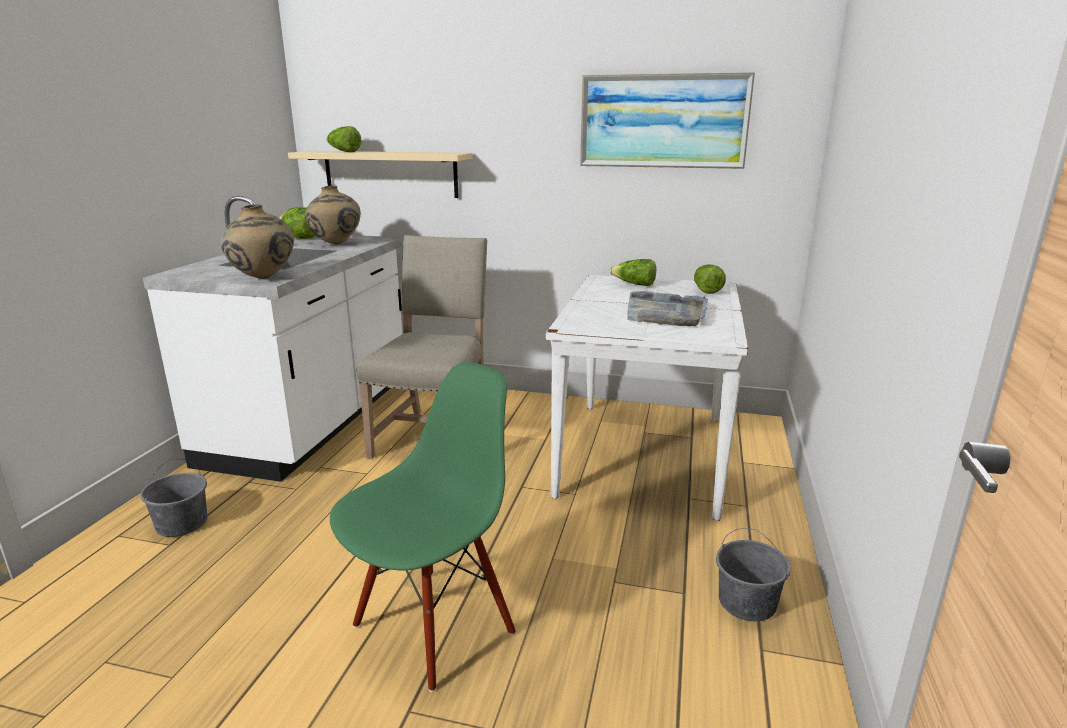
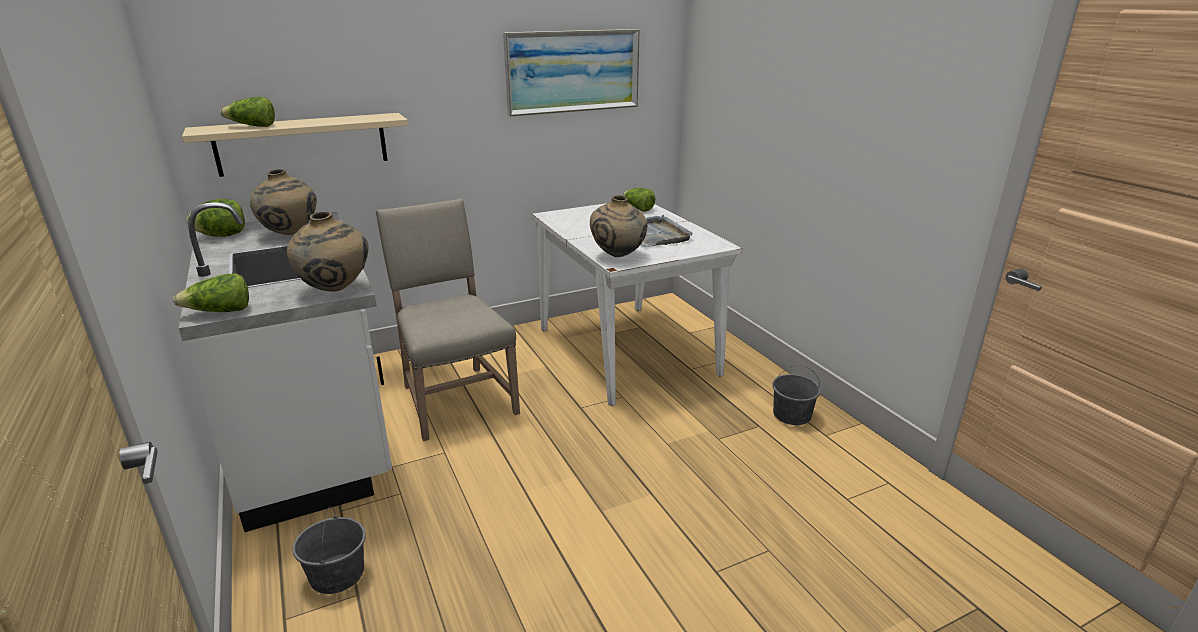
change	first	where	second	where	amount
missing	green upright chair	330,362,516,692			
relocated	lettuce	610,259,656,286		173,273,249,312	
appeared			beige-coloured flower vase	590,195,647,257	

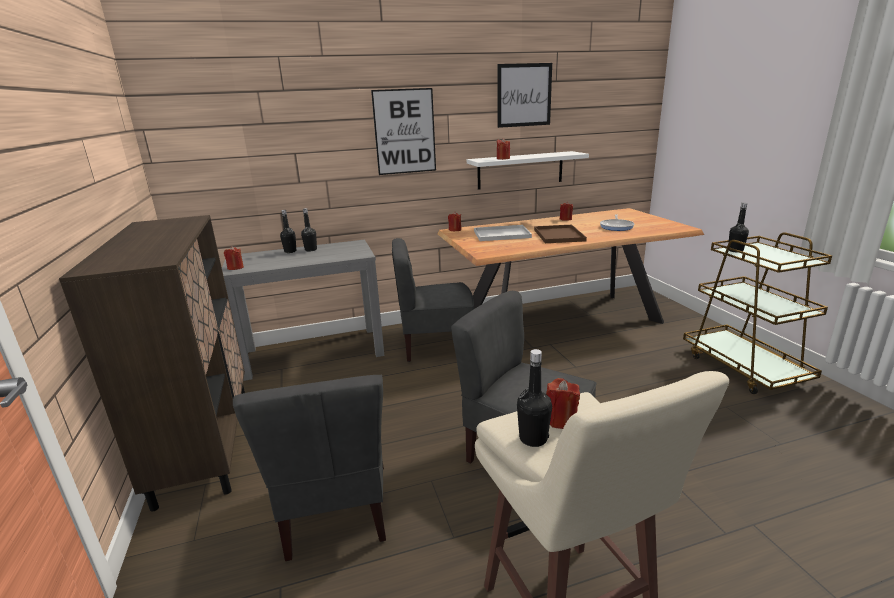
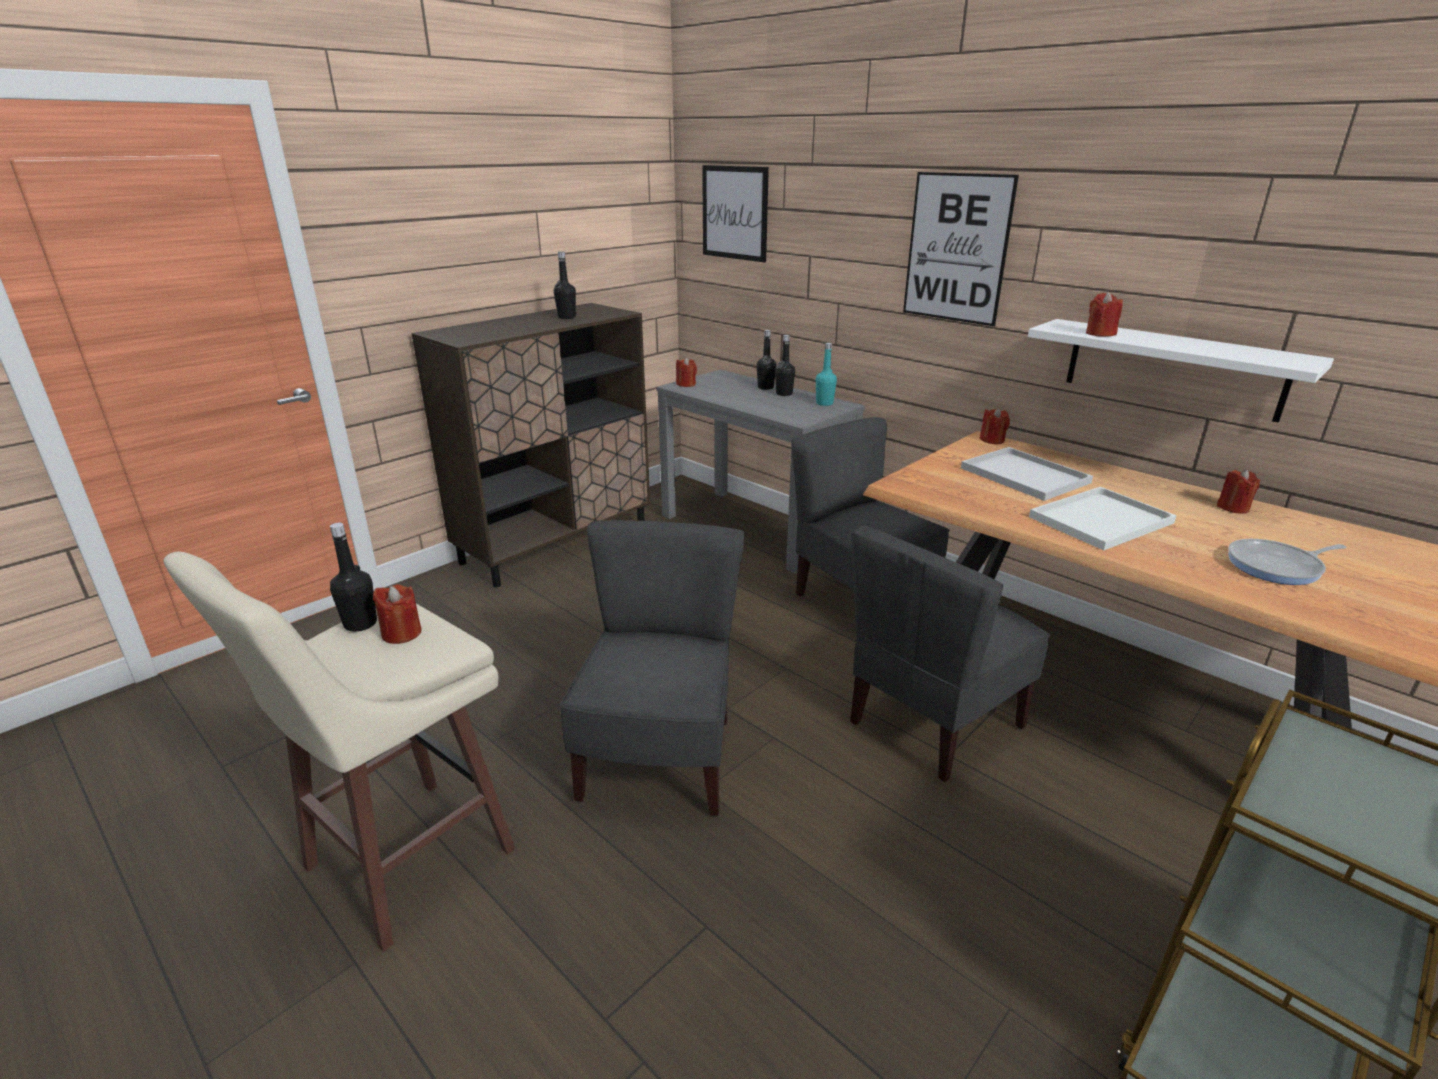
change	first	where	second	where	amount
relocated	gray upright chair	233,375,386,561		850,525,1050,782	
relocated	wall art	497,63,552,128		702,165,769,262	
colour	brownish serving tray	534,225,587,243	whitish serving tray	1029,487,1177,550	
relocated	blackish drink bottle	729,203,749,253		554,252,576,319	
appeared			turquoise drink bottle	816,342,837,406	

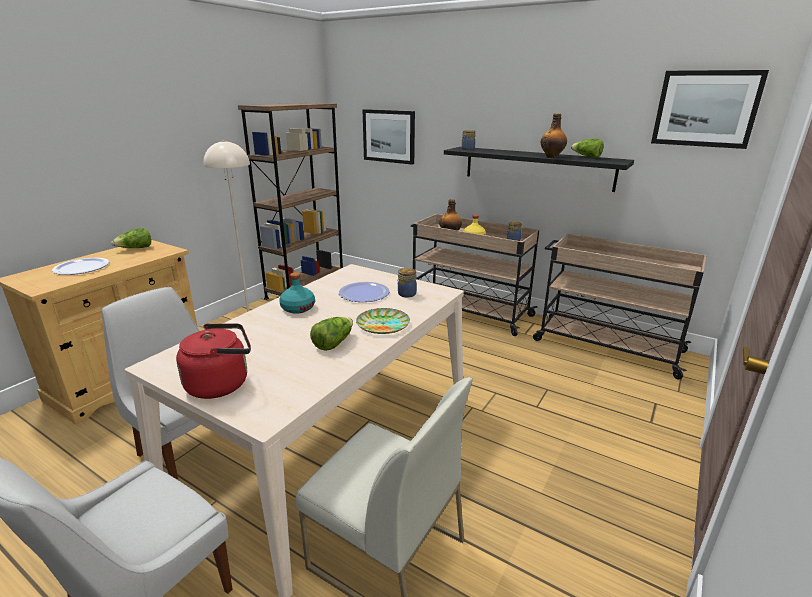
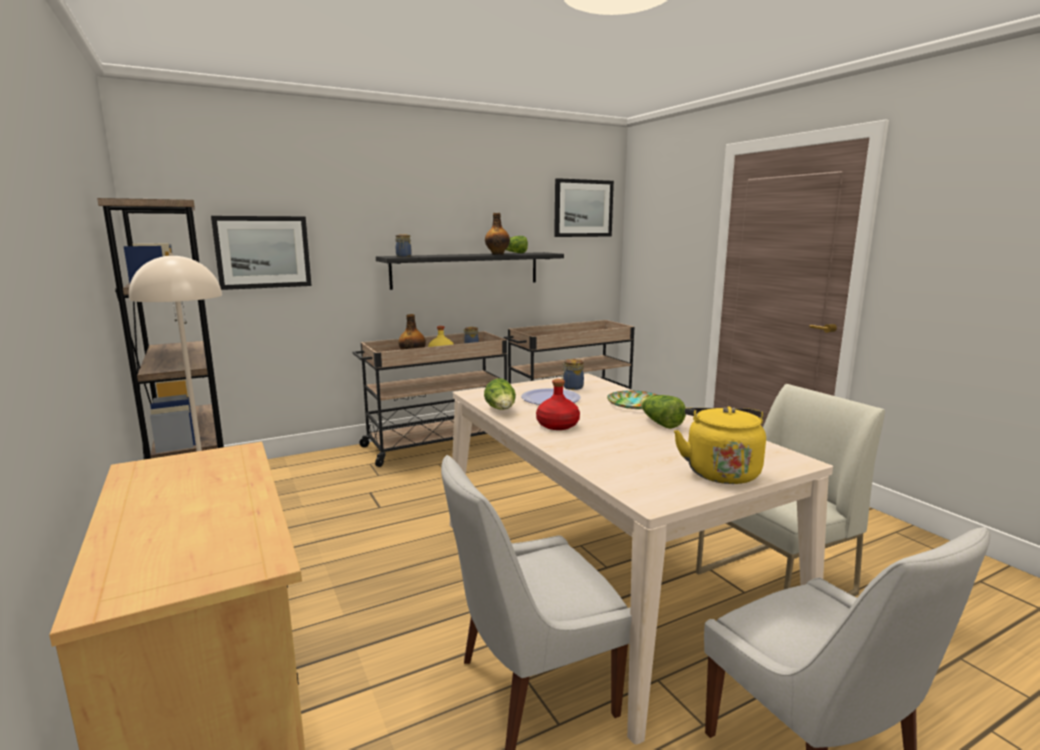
change	first	where	second	where	amount
missing	plate	52,258,109,275			
relocated	lettuce	111,228,151,248		484,379,516,410	
colour	red water kettle	176,323,251,399	yellowish water kettle	674,406,766,484	
colour	turquoise drink bottle	279,272,315,314	red drink bottle	536,379,580,430	

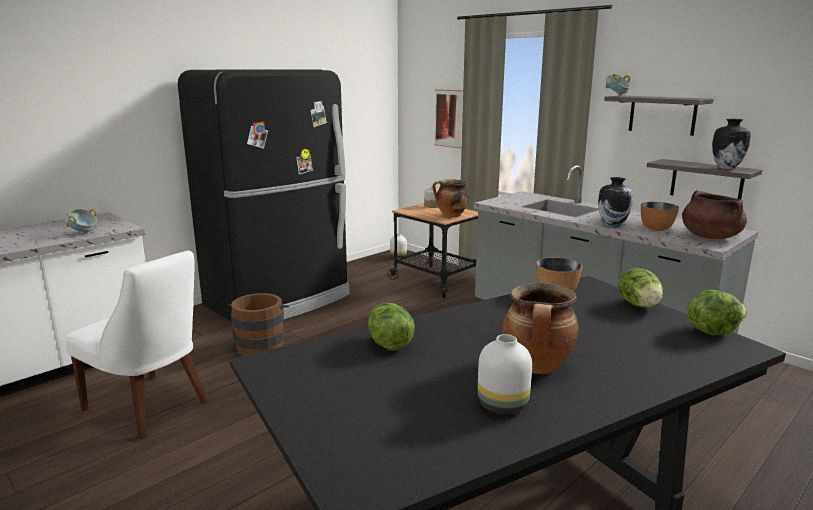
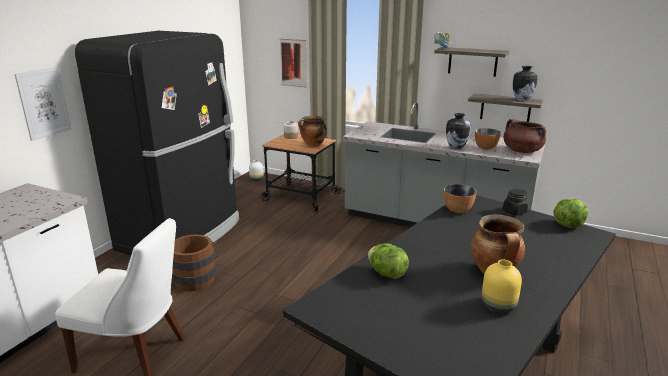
change	first	where	second	where	amount
missing	bowl	65,208,97,234			
colour	whitish flower vase	478,334,532,415	yellowish flower vase	482,260,522,313	
exchanged	lettuce	619,268,663,308	blackish preserve jar	503,189,528,215	
appeared			wall art	14,67,72,141	

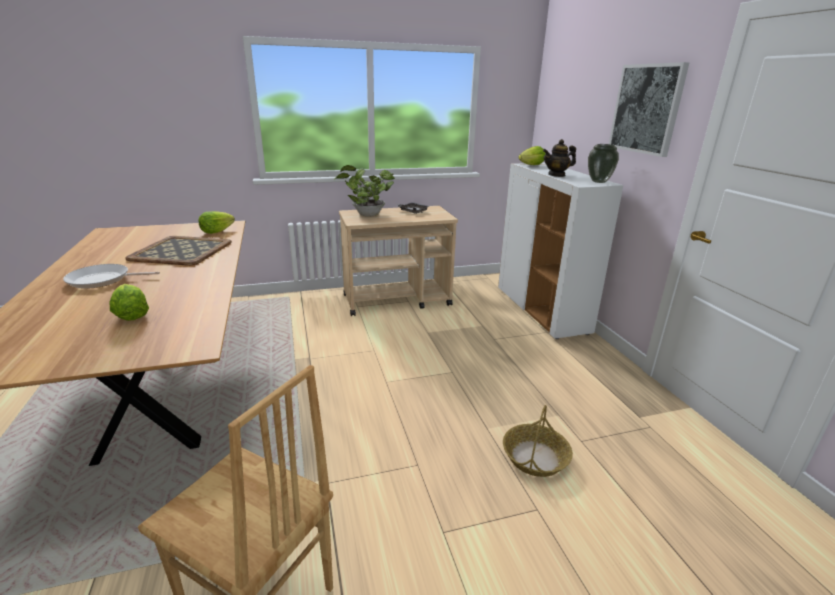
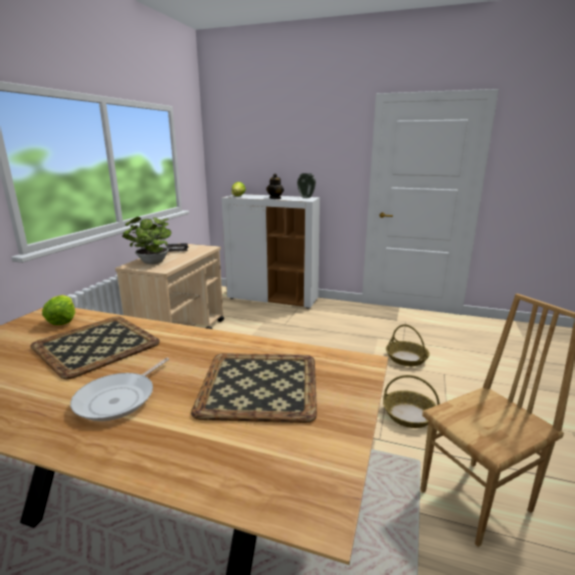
change	first	where	second	where	amount
exchanged	lettuce	110,284,149,321	serving tray	191,353,317,423	
missing	wall art	609,62,690,157			
appeared			basket	383,375,440,428	

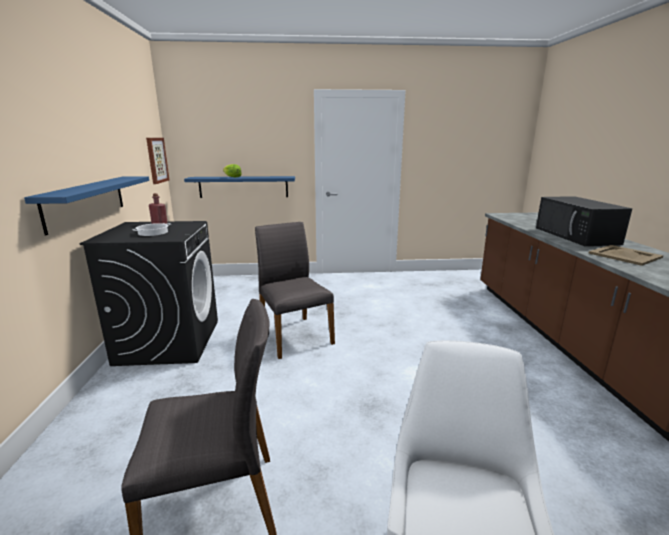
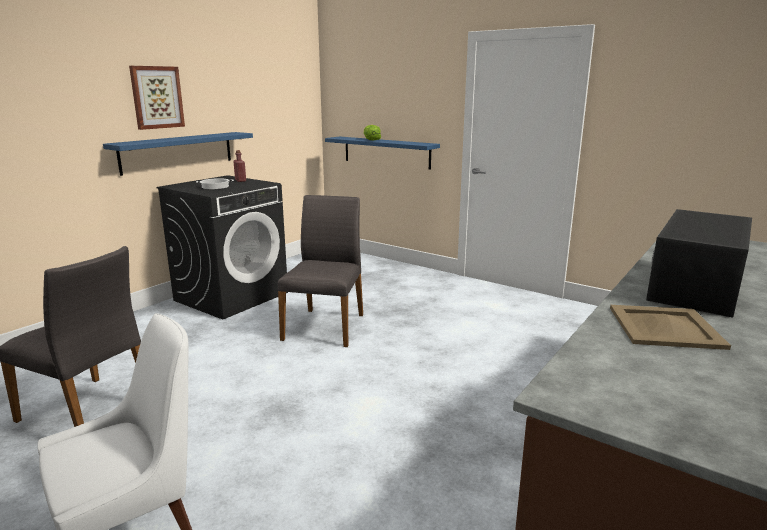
change	first	where	second	where	amount
relocated	wall art	146,138,169,184		129,66,185,130	

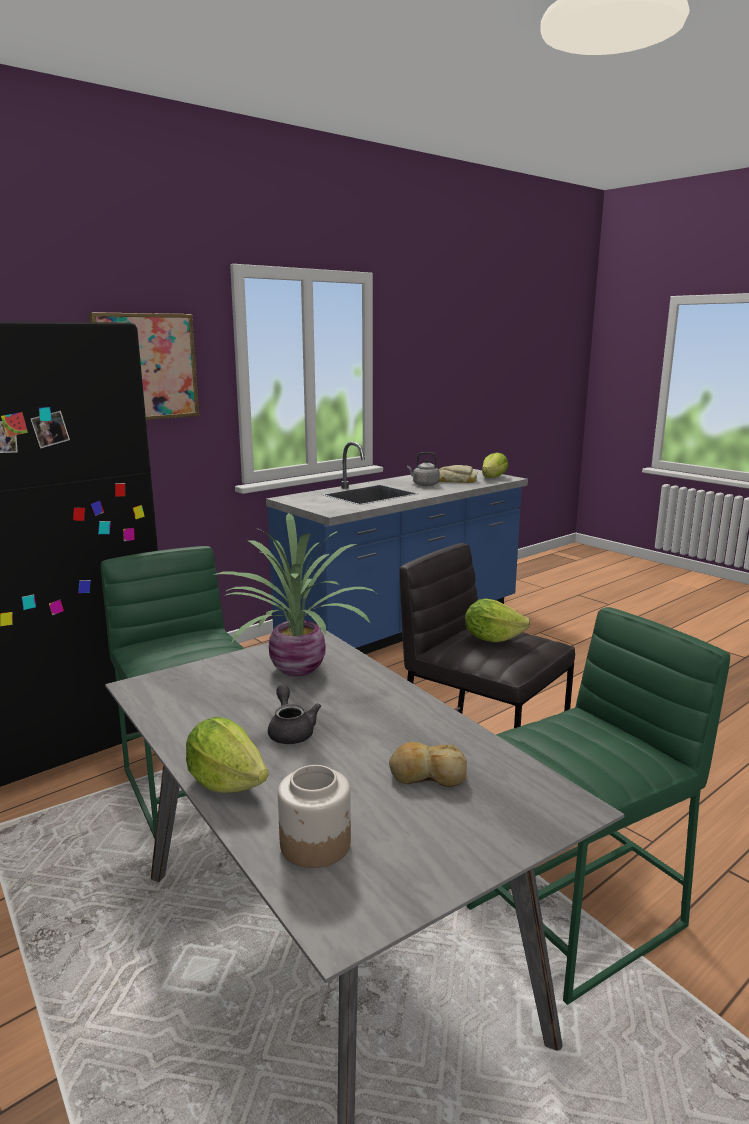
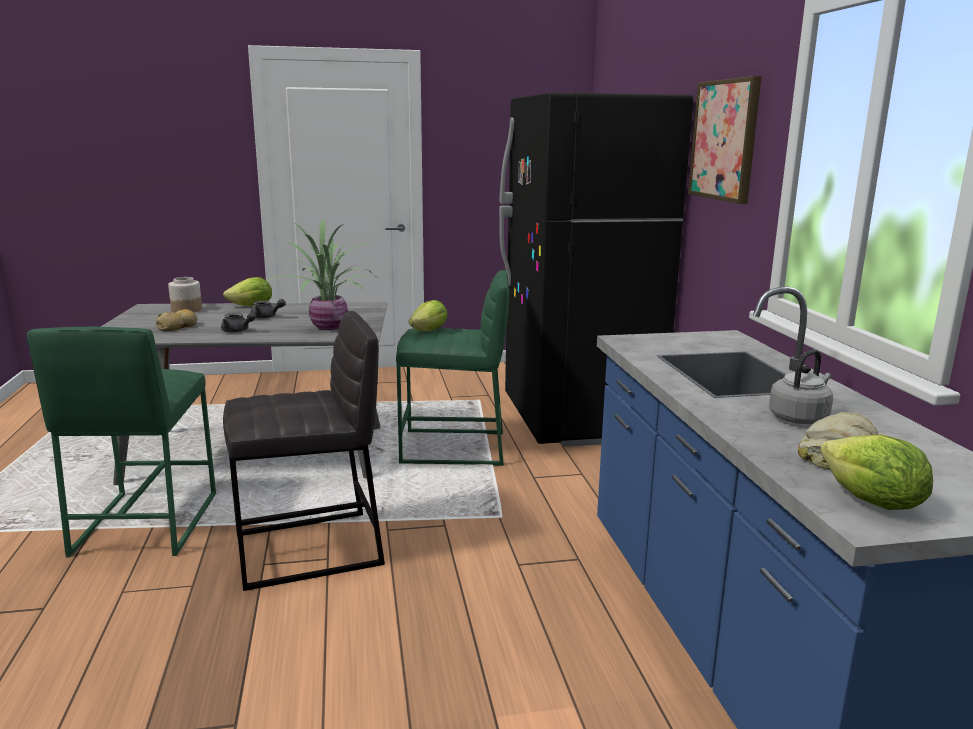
change	first	where	second	where	amount
relocated	lettuce	465,599,531,642		409,300,448,331	
appeared			gray teapot	221,312,256,333	

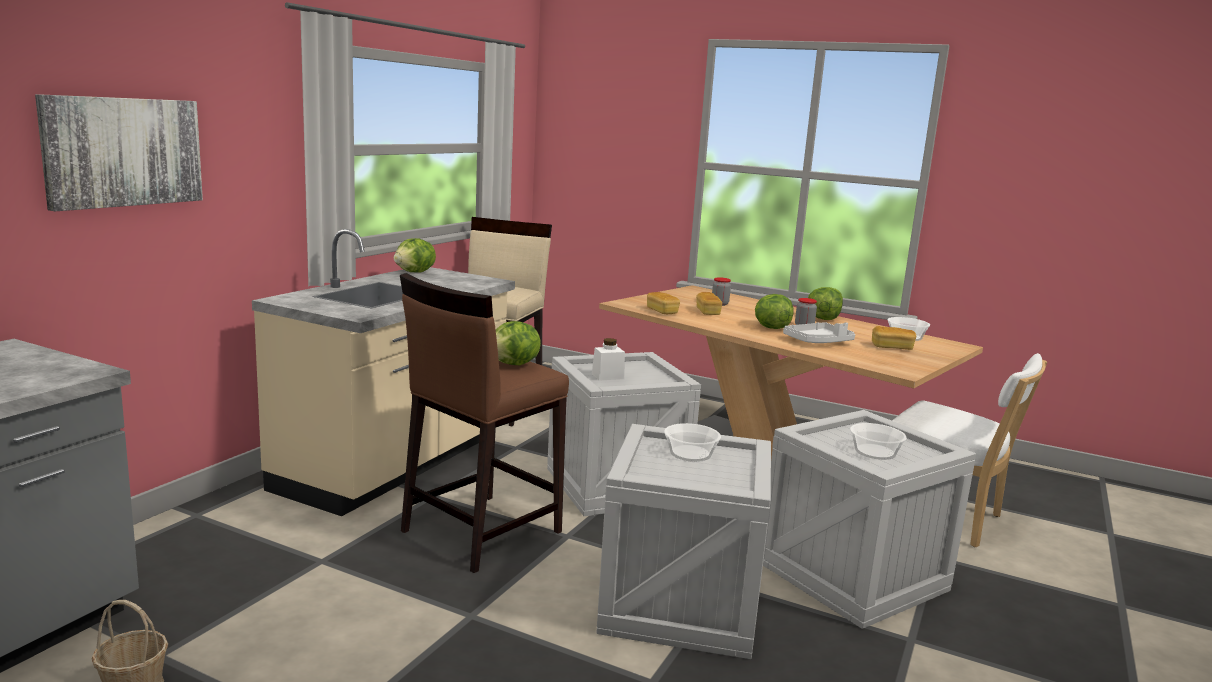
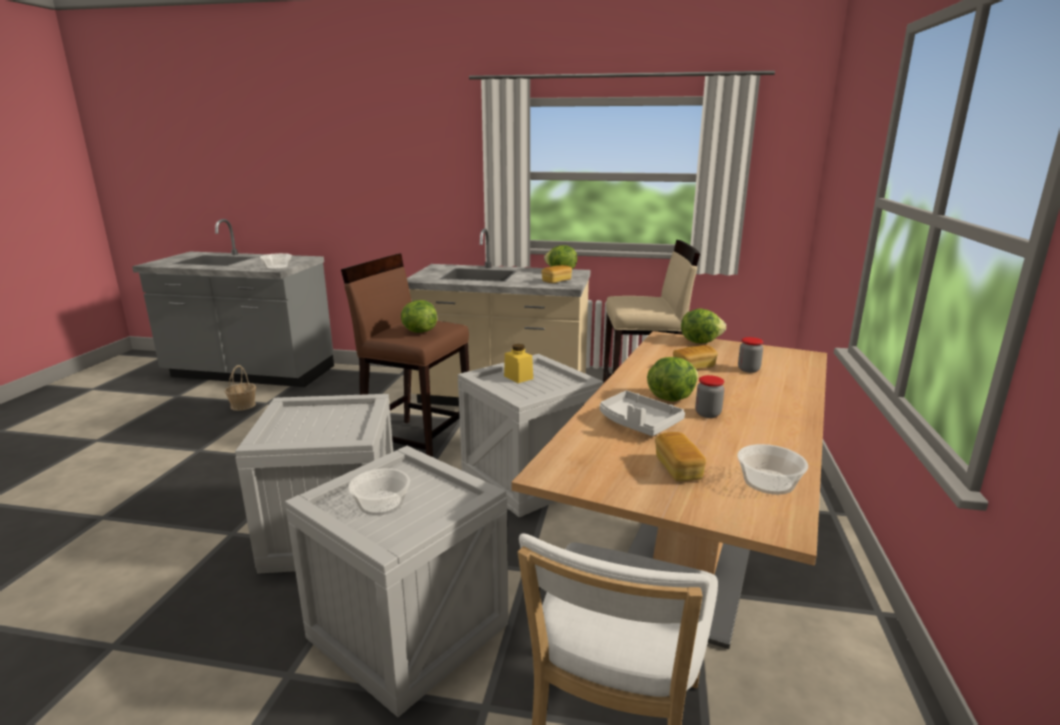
change	first	where	second	where	amount
missing	wall art	35,94,203,211			
colour	whitish preserve jar	592,338,625,381	yellowish preserve jar	504,344,533,383	
relocated	bread	647,292,680,314		541,265,572,283	
relocated	bowl	664,423,721,462		260,253,292,270	
relocated	lettuce	808,287,843,320		681,308,726,343	

